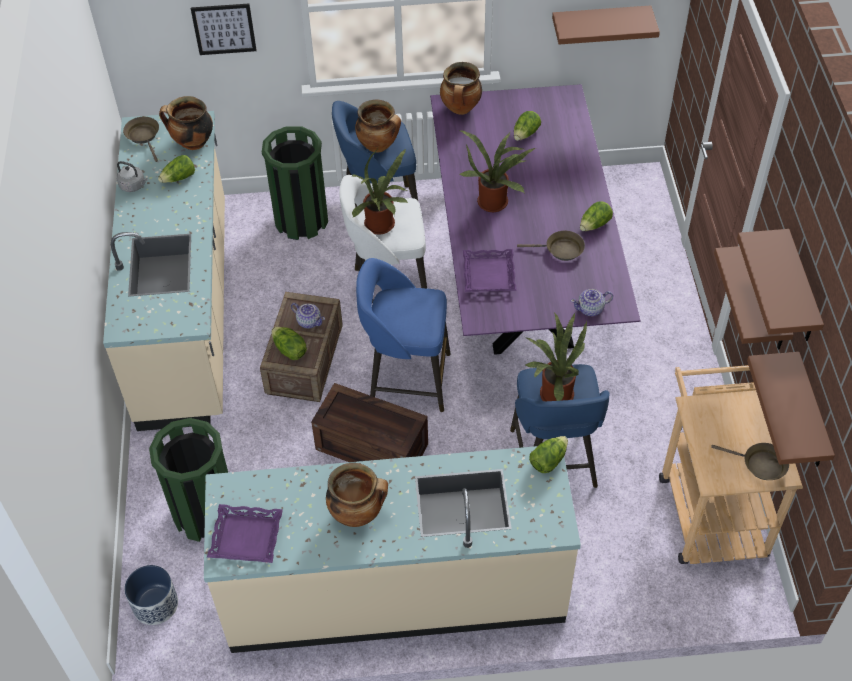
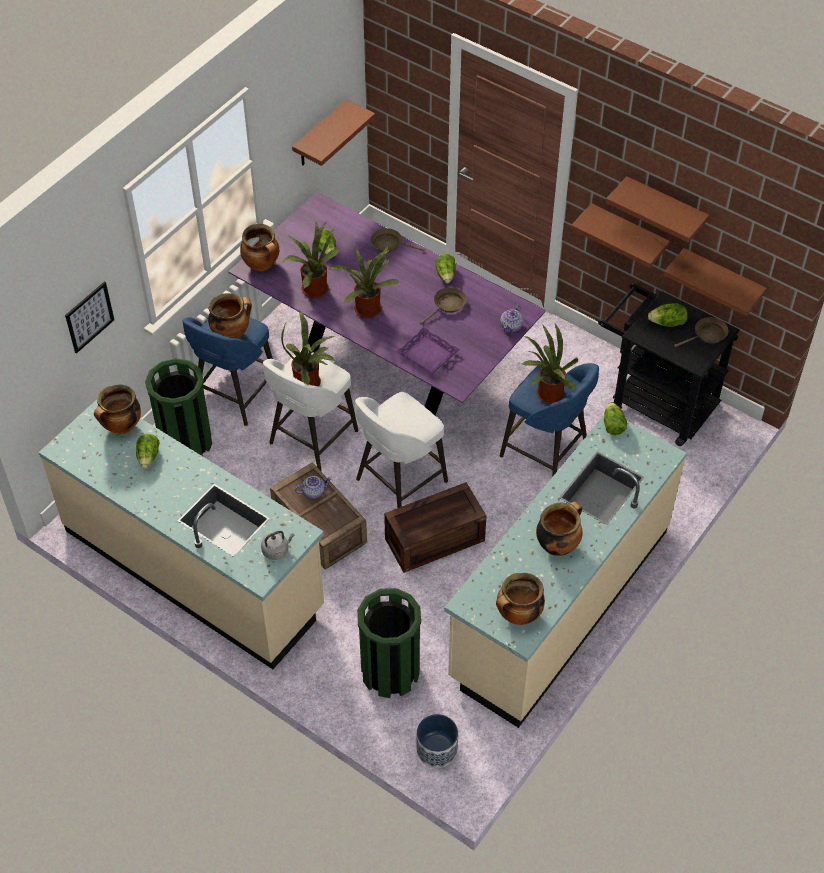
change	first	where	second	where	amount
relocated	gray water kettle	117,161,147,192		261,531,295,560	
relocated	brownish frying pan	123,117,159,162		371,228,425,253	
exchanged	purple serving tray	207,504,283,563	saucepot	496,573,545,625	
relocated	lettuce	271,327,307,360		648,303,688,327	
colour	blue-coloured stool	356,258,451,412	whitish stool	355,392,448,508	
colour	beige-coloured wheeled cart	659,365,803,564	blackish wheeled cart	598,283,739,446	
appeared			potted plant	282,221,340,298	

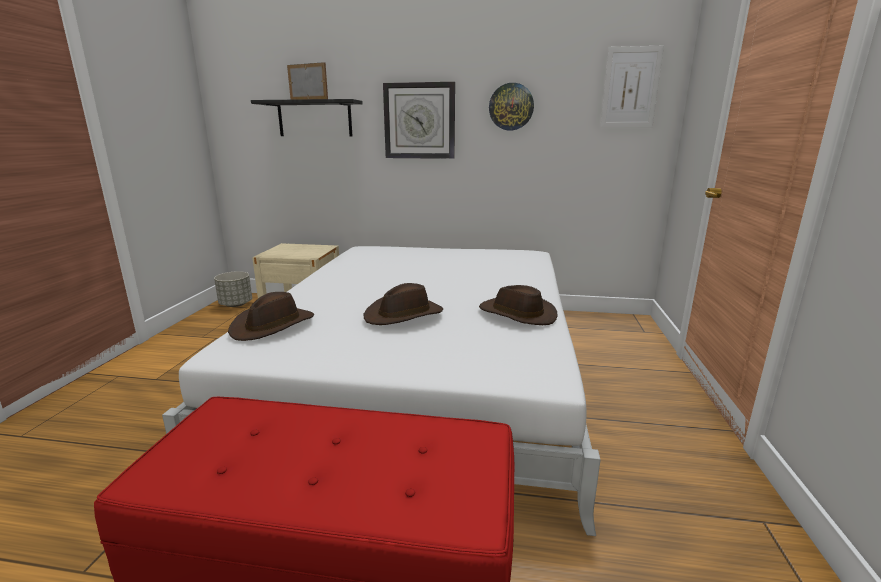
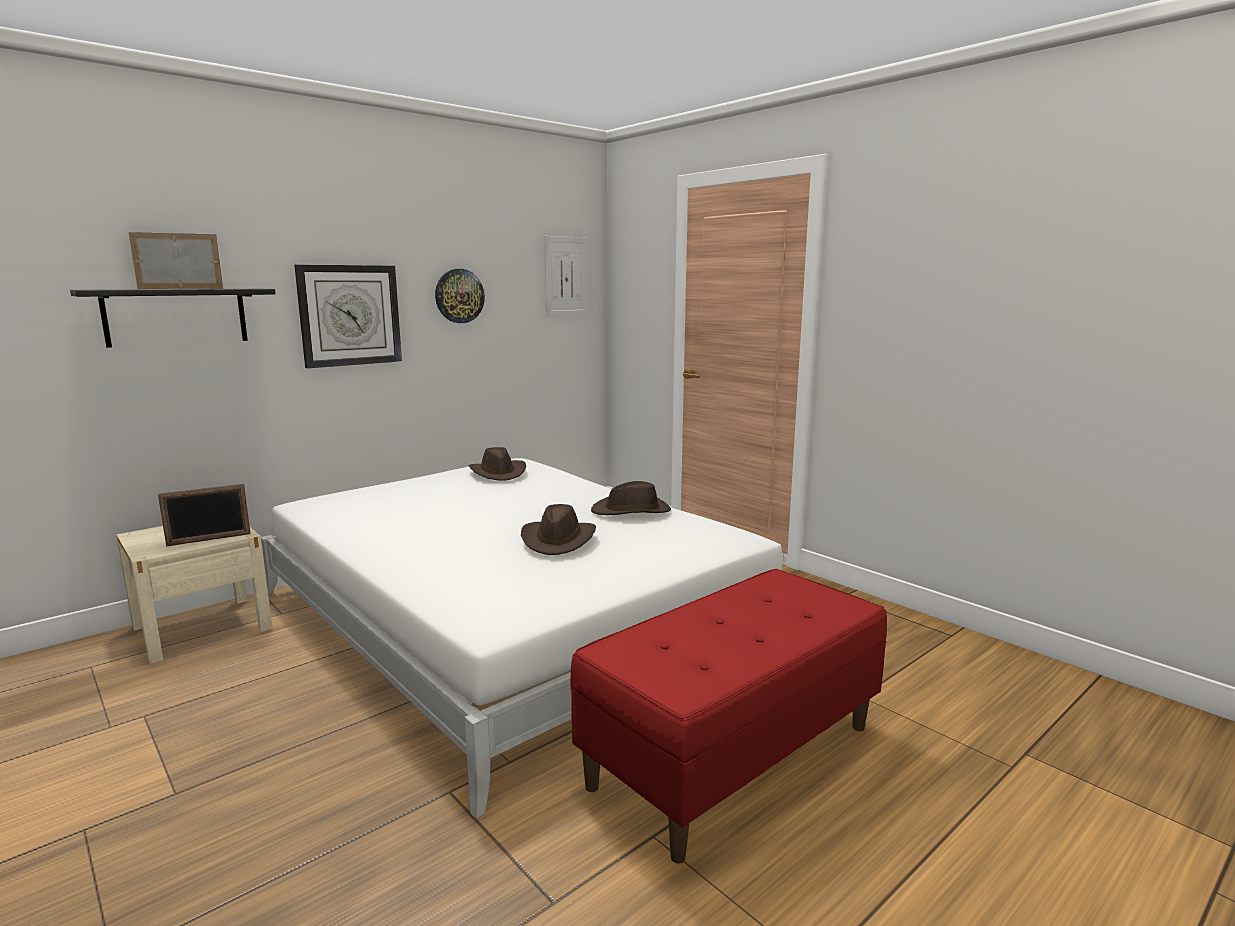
change	first	where	second	where	amount
missing	gray plant pot	214,271,252,307			
relocated	brownish clothing hat	228,292,314,341		469,447,526,481	
appeared			standing frame	158,484,251,546	

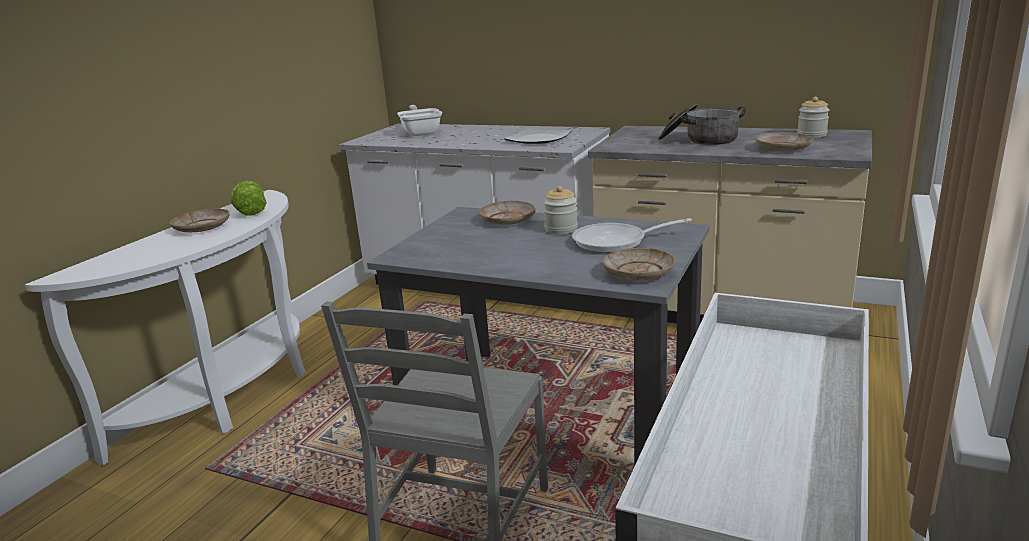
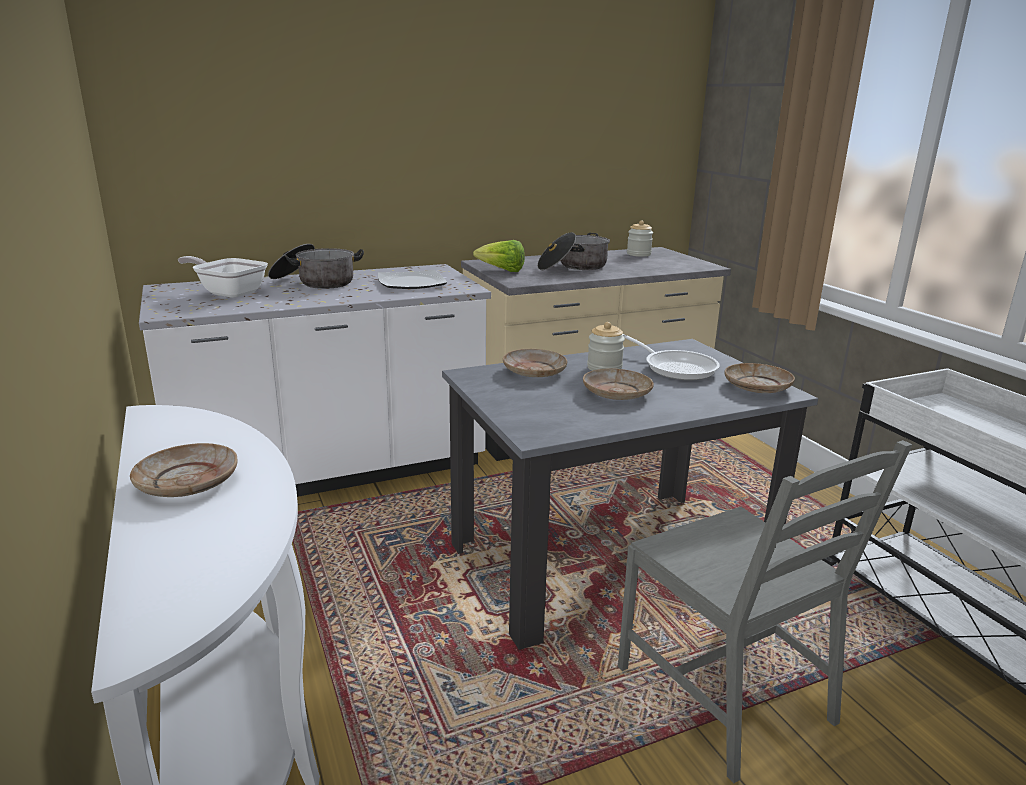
change	first	where	second	where	amount
relocated	lettuce	231,181,267,216		473,240,525,272	
spun	frying pan	572,218,692,253		622,334,720,381	75 degrees counterclockwise
relocated	beige-coloured plate	755,132,813,151		583,368,654,400	
appeared			saucepot	268,244,364,289	

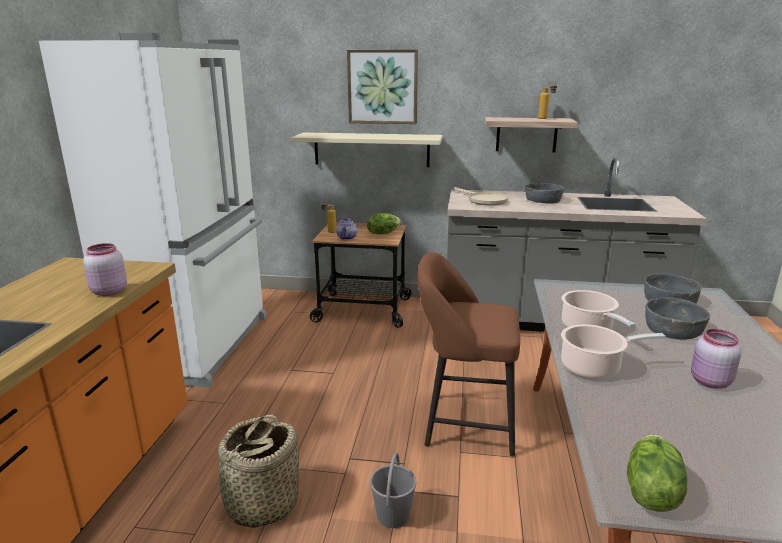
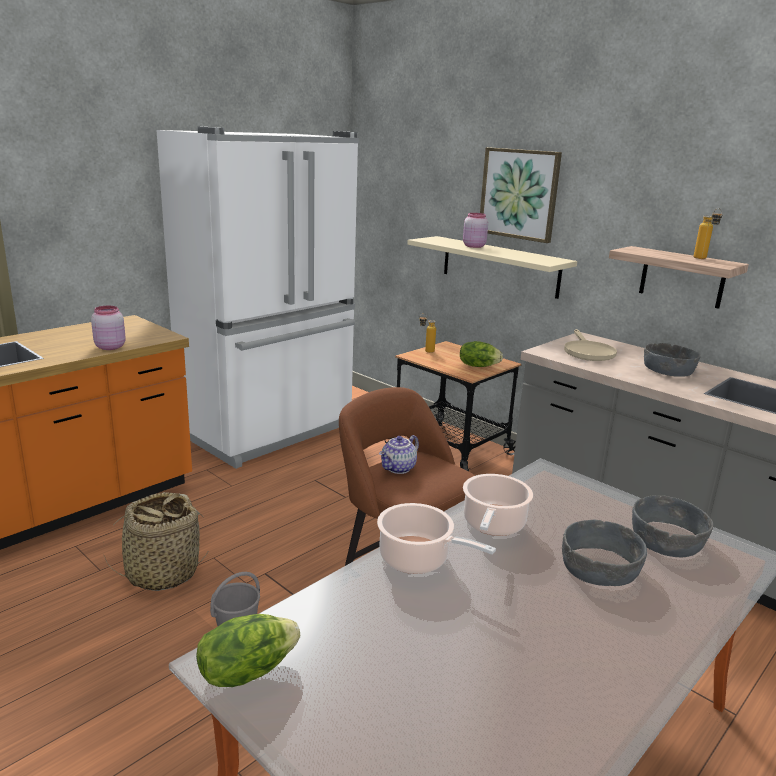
change	first	where	second	where	amount
relocated	teapot	336,218,357,240		379,435,419,474	
relocated	pink preserve jar	691,329,741,389		463,213,488,248	

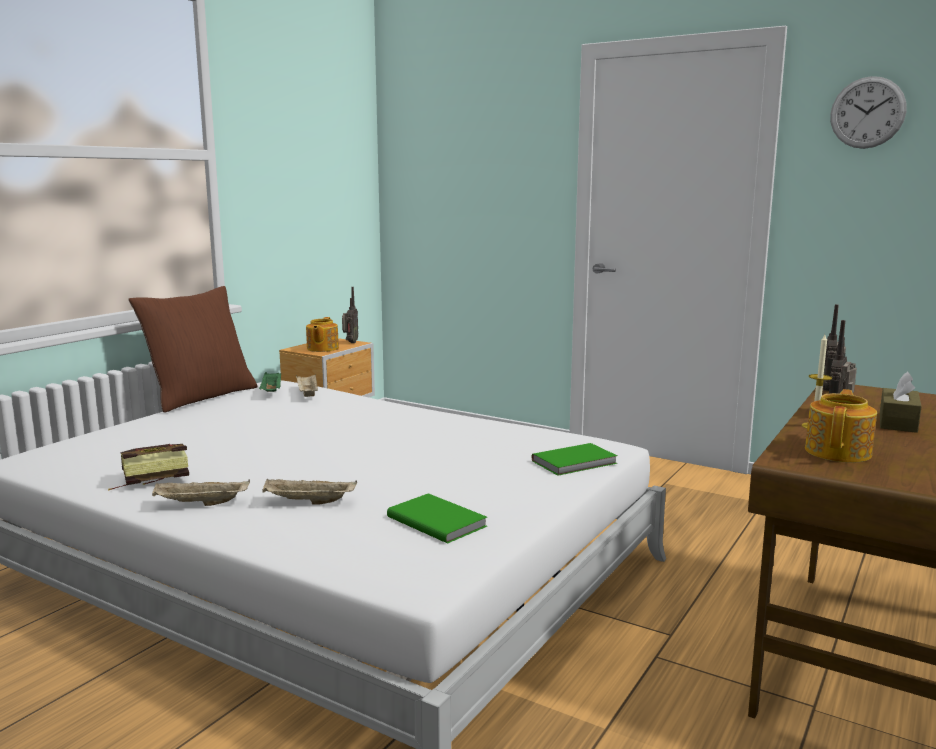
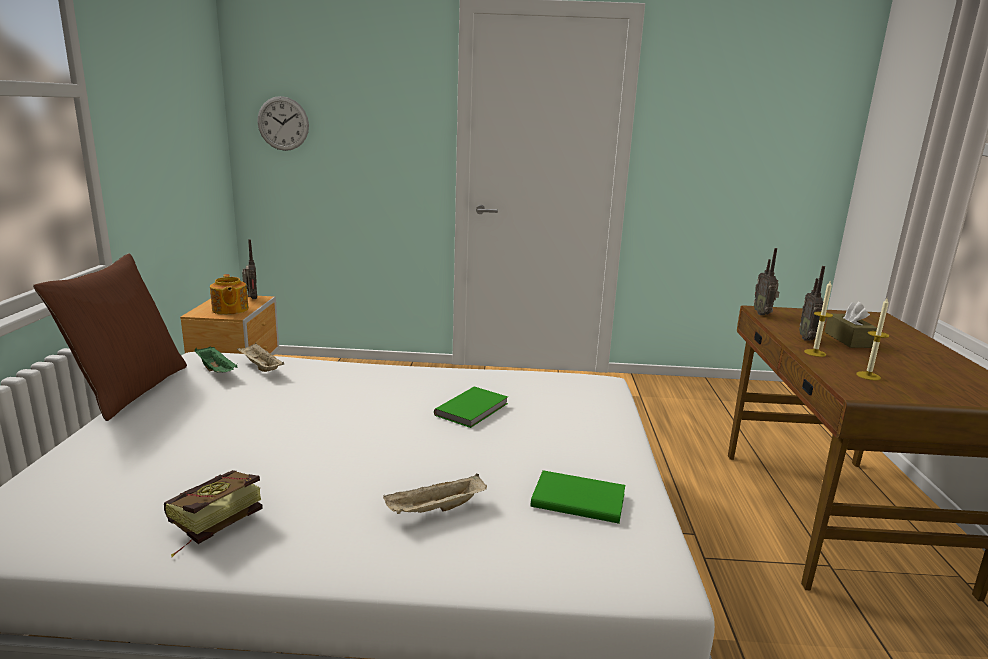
change	first	where	second	where	amount
missing	beige-coloured serving tray	152,479,250,506			
relocated	green book	532,443,618,476		434,387,508,428	
exchanged	teapot	805,389,877,463	wax candle	856,298,889,381	
relocated	clock on the wall	830,76,907,149		257,96,309,151	

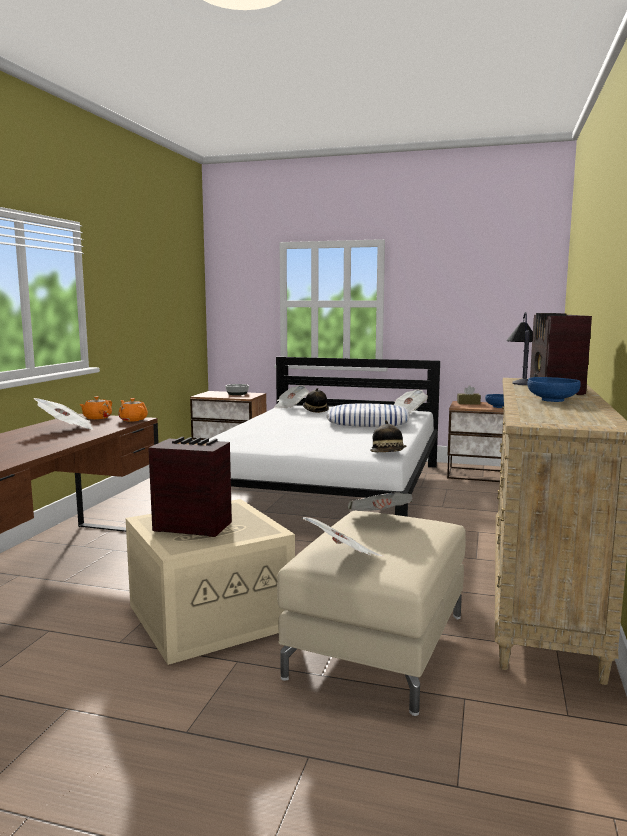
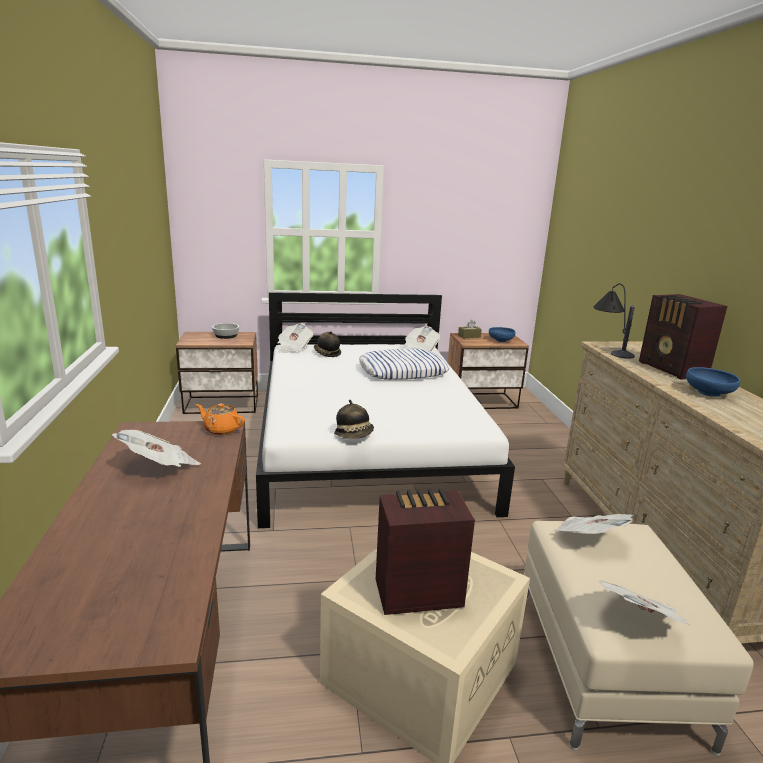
change	first	where	second	where	amount
missing	orange-coloured teapot	79,396,112,419			
relocated	clothing hat	370,420,406,452		334,400,374,439	

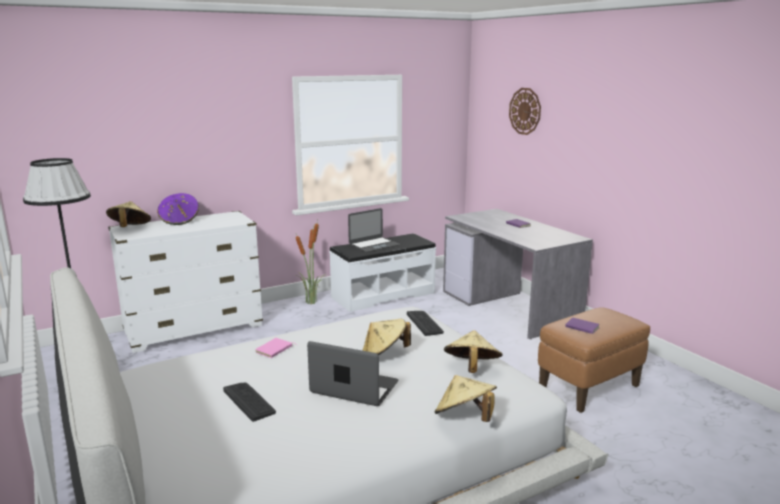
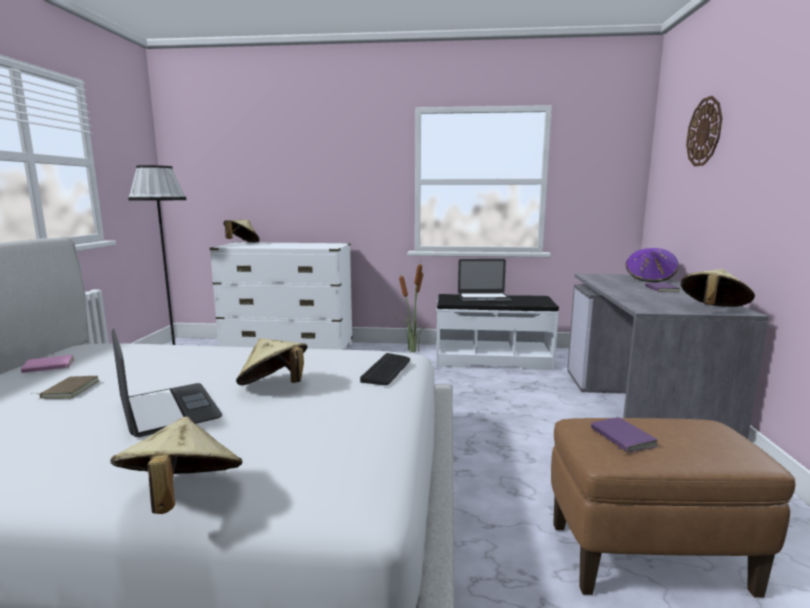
change	first	where	second	where	amount
relocated	purple clothing hat	157,193,199,225		625,248,679,282	
exchanged	keyboard	223,383,276,422	brownish book	31,376,99,399	
relocated	pink book	255,338,297,358		21,355,75,373	
relocated	beige-coloured clothing hat	444,330,502,373		681,269,755,307	

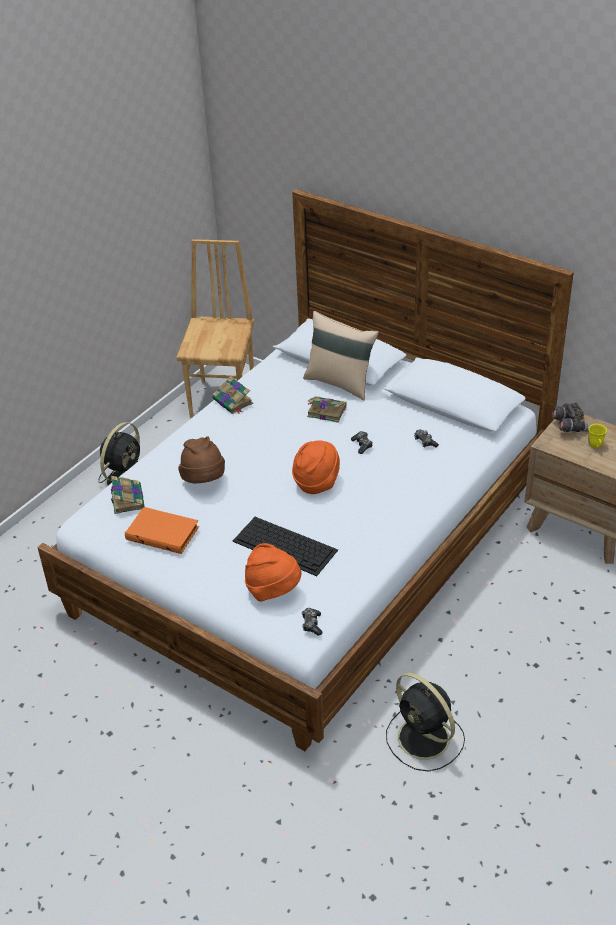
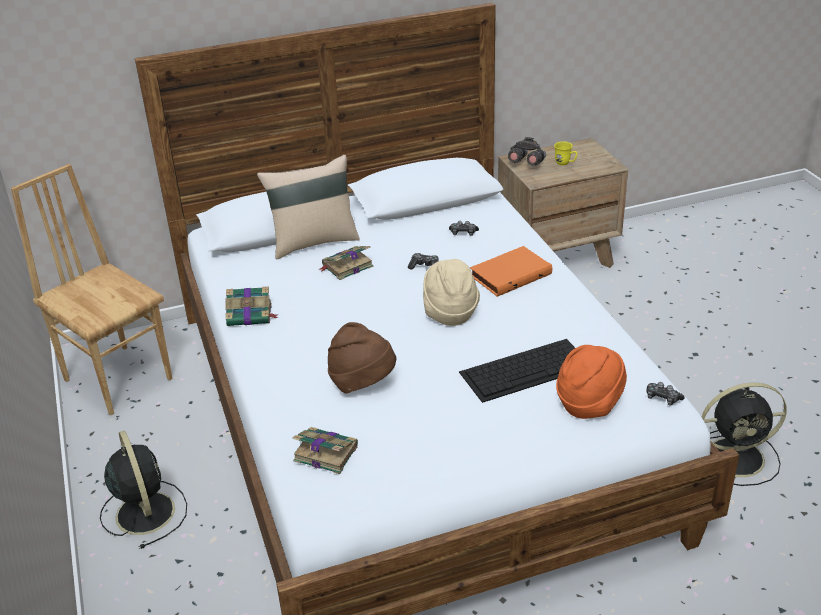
change	first	where	second	where	amount
relocated	orange-coloured book	125,507,199,554		470,246,552,297	
colour	orange-coloured clothing hat	292,440,340,494	beige-coloured clothing hat	423,259,480,326	

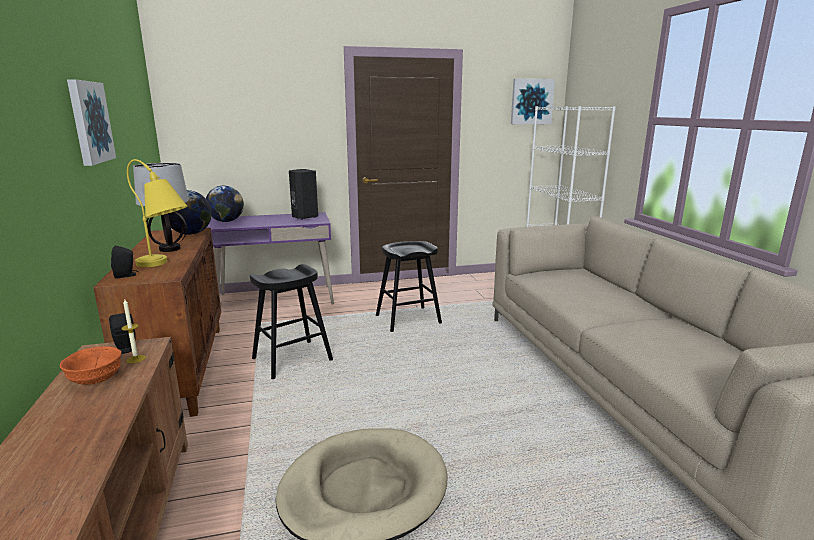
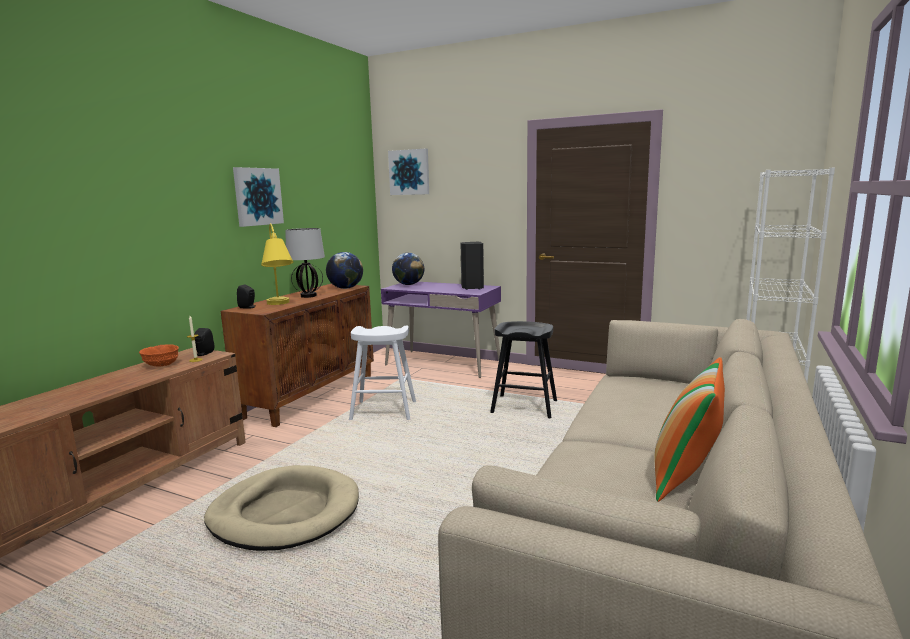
change	first	where	second	where	amount
colour	blackish stool	250,264,333,379	whitish stool	349,325,416,420	
relocated	wall art	511,79,555,124		388,149,429,195	
appeared			throw pillow	654,357,725,502	

